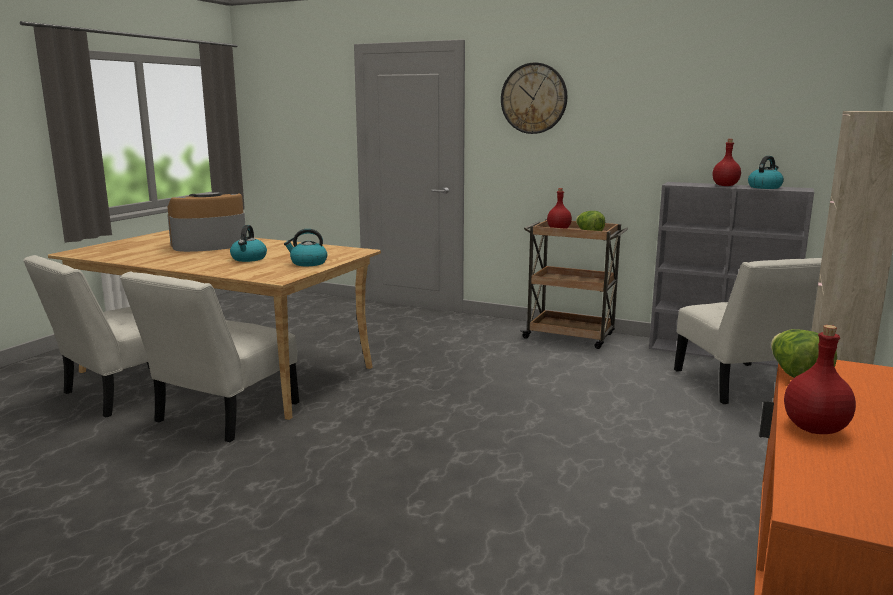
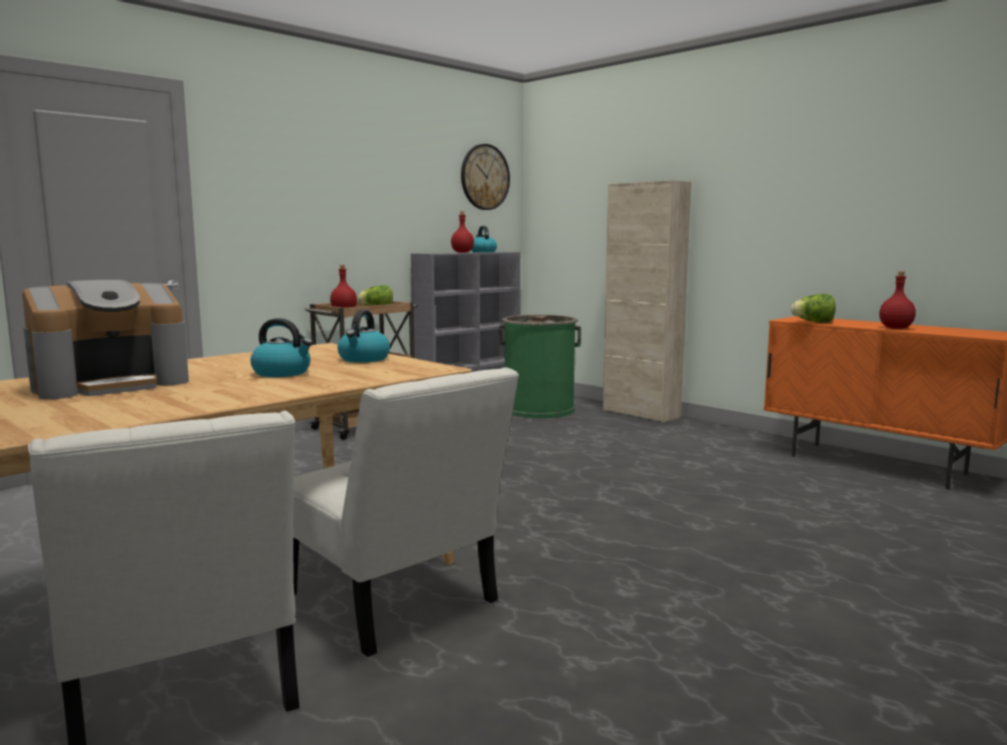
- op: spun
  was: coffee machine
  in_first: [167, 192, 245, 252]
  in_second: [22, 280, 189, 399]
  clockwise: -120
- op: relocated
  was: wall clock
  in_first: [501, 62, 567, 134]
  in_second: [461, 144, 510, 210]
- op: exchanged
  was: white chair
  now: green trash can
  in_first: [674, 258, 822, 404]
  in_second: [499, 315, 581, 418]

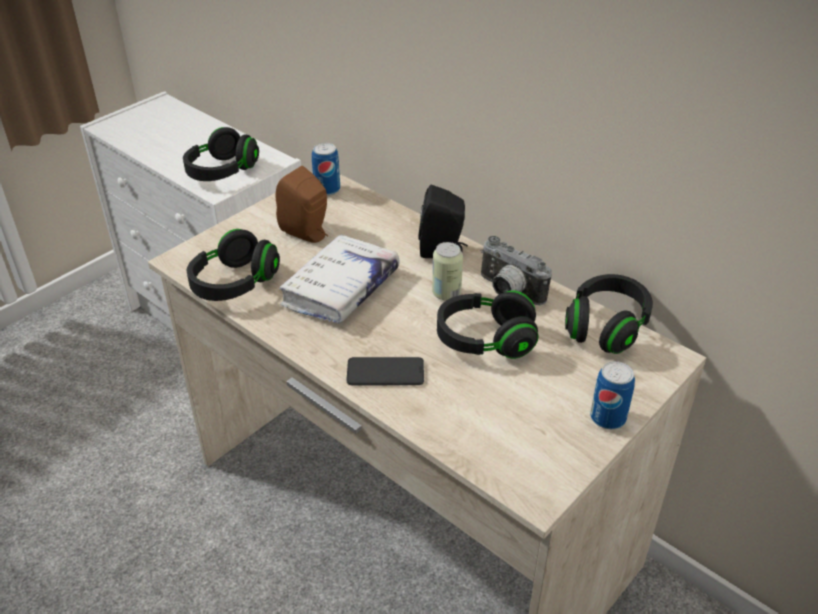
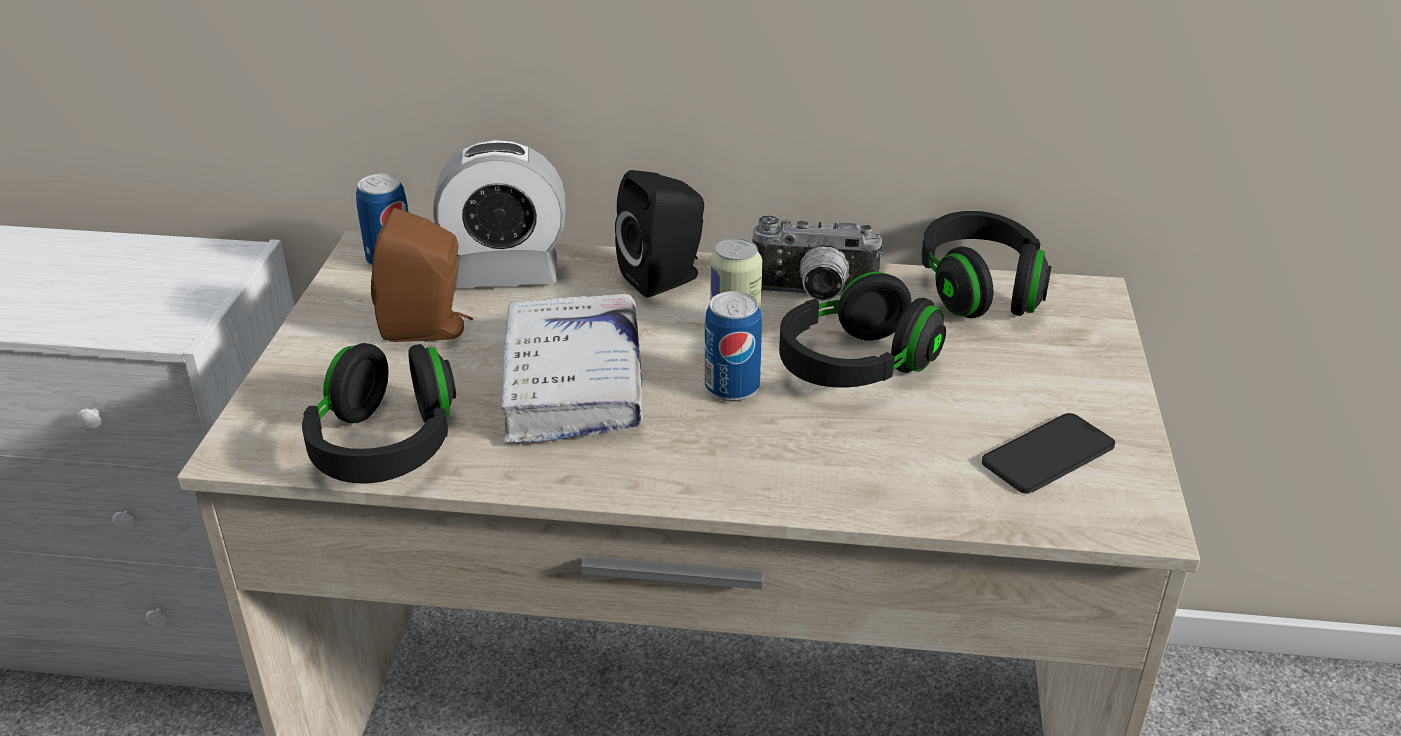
- op: missing
  was: black headphones
  in_first: [183, 127, 259, 181]
- op: relocated
  was: phone
  in_first: [346, 357, 424, 385]
  in_second: [982, 413, 1115, 494]
- op: relocated
  was: can
  in_first: [590, 361, 635, 430]
  in_second: [705, 291, 762, 401]
- op: appeared
  now: alarm clock
  in_second: [433, 140, 566, 288]

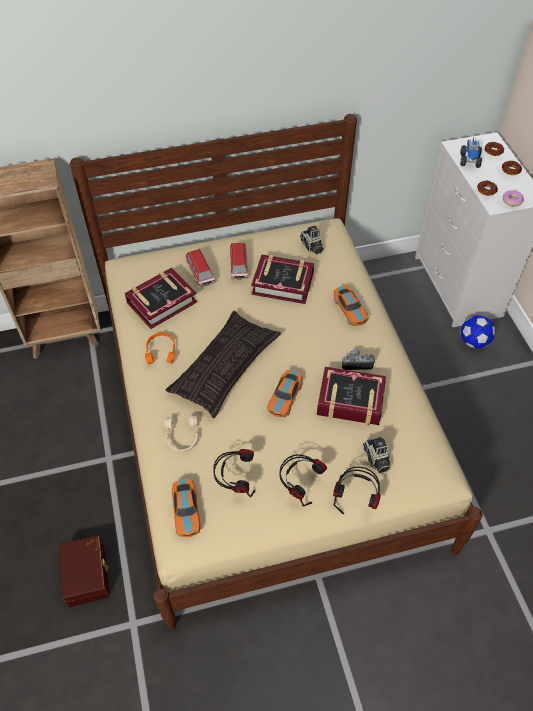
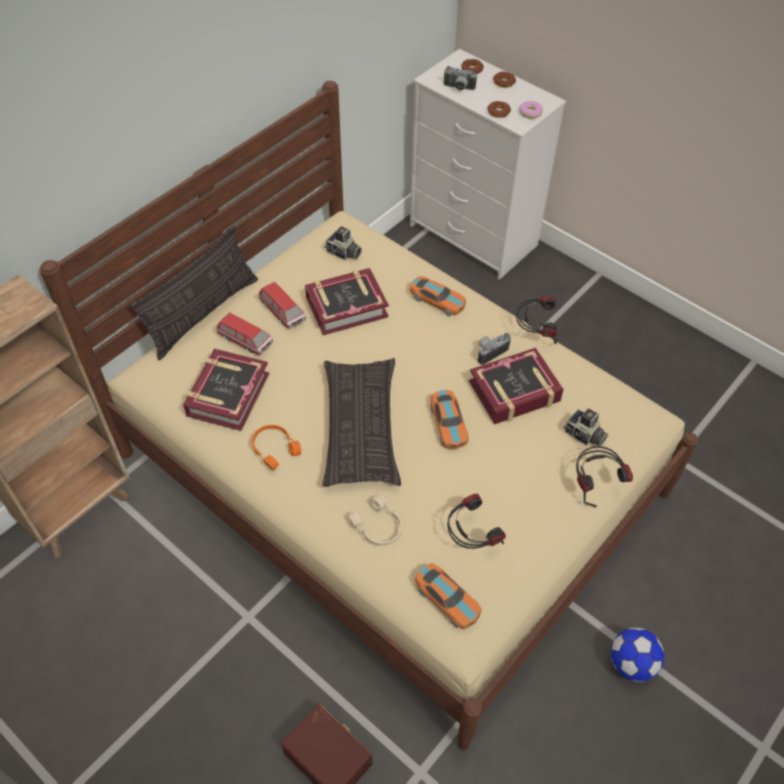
- op: relocated
  was: headphones
  in_first: [280, 454, 327, 506]
  in_second: [516, 296, 558, 344]
- op: exchanged
  was: toy truck
  now: photo camera
  in_first: [460, 138, 482, 168]
  in_second: [443, 66, 477, 90]
- op: relocated
  was: football
  in_first: [461, 315, 495, 349]
  in_second: [611, 628, 664, 682]
- op: appeared
  now: pillow
  in_second: [130, 225, 258, 360]

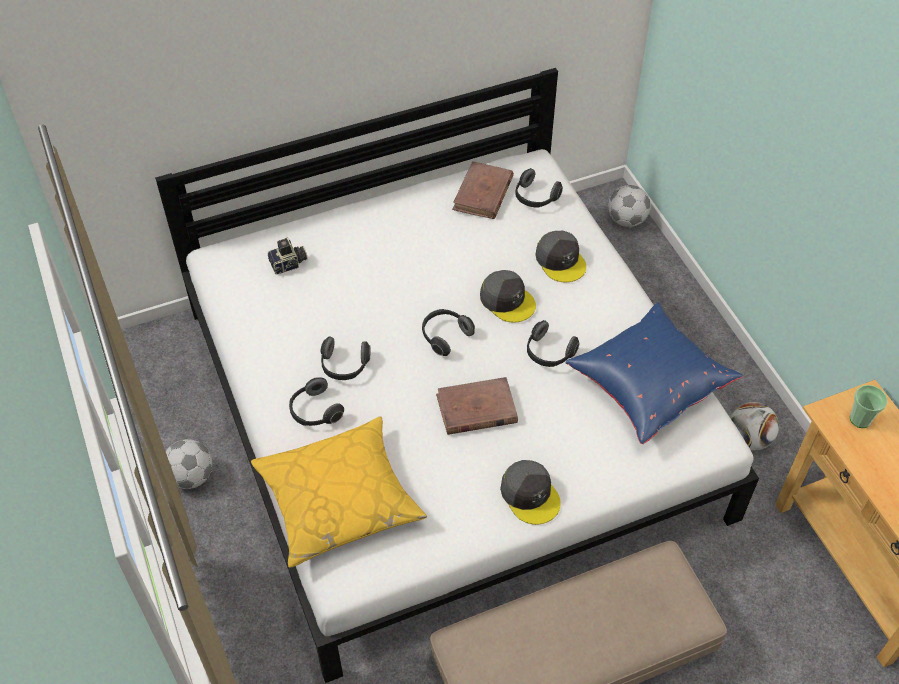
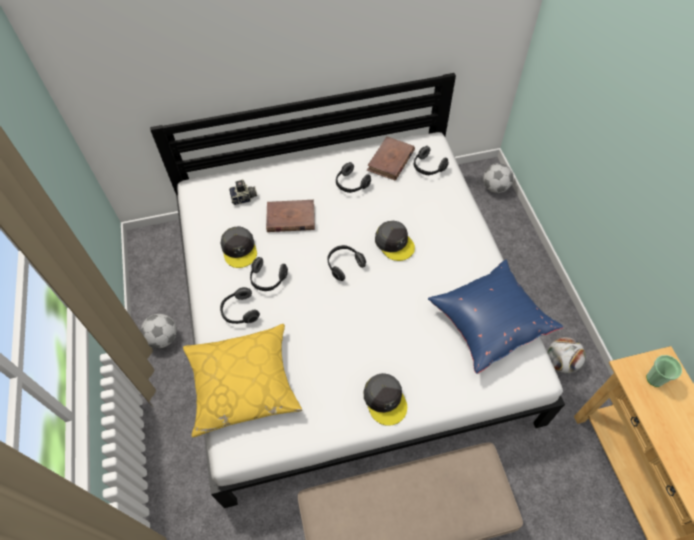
- op: relocated
  was: brown book
  in_first: [436, 377, 518, 435]
  in_second: [266, 200, 315, 232]
- op: relocated
  was: headphones
  in_first: [527, 320, 580, 367]
  in_second: [336, 162, 371, 193]
- op: relocated
  was: grey cap
  in_first: [535, 231, 586, 282]
  in_second: [220, 226, 257, 268]

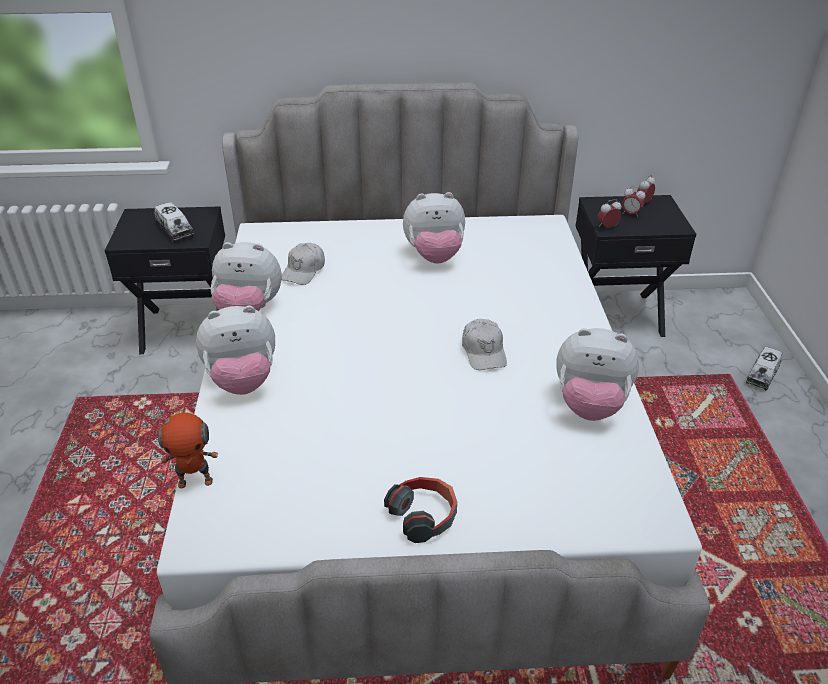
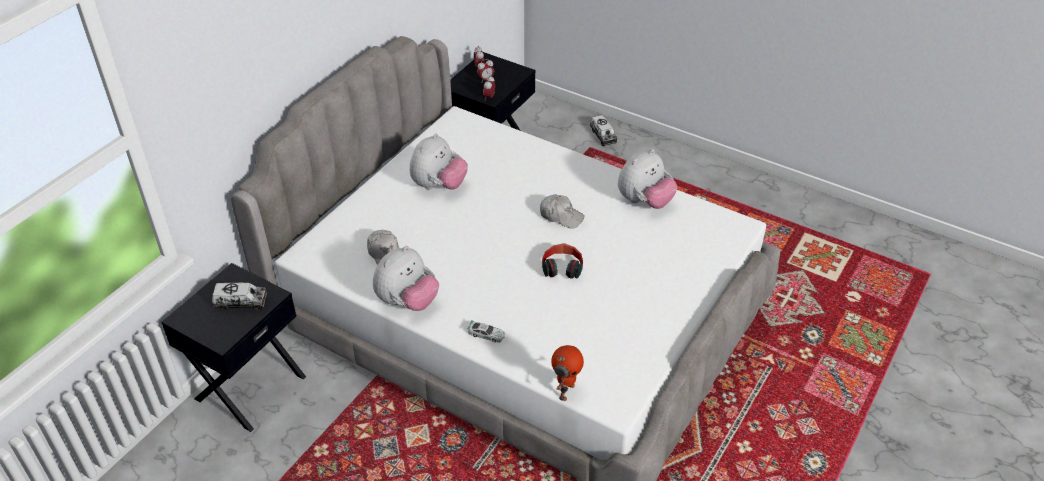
- op: exchanged
  was: plush toy
  now: toy car
  in_first: [196, 305, 275, 395]
  in_second: [467, 320, 505, 343]
- op: relocated
  was: headphones
  in_first: [384, 477, 457, 543]
  in_second: [542, 243, 583, 279]

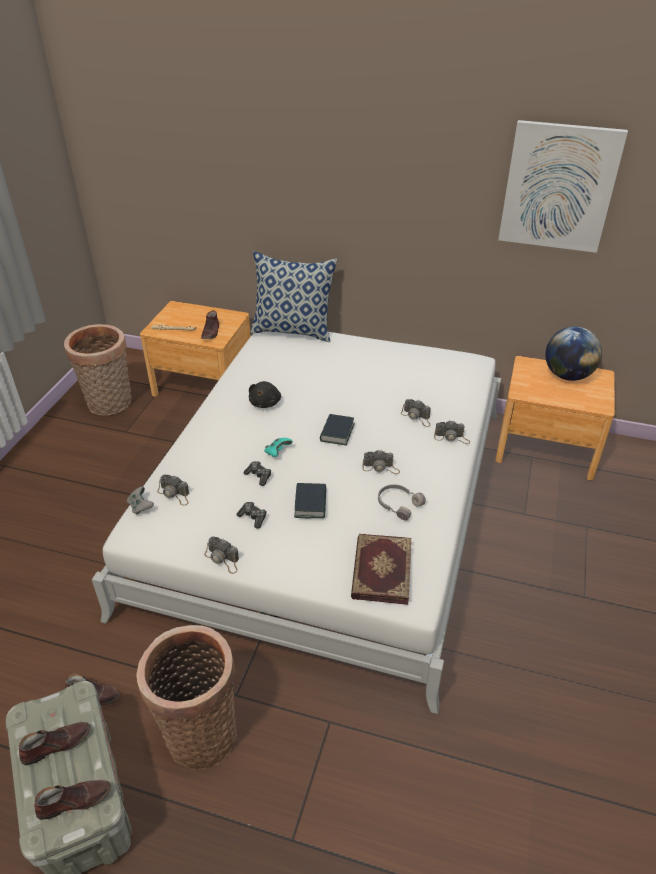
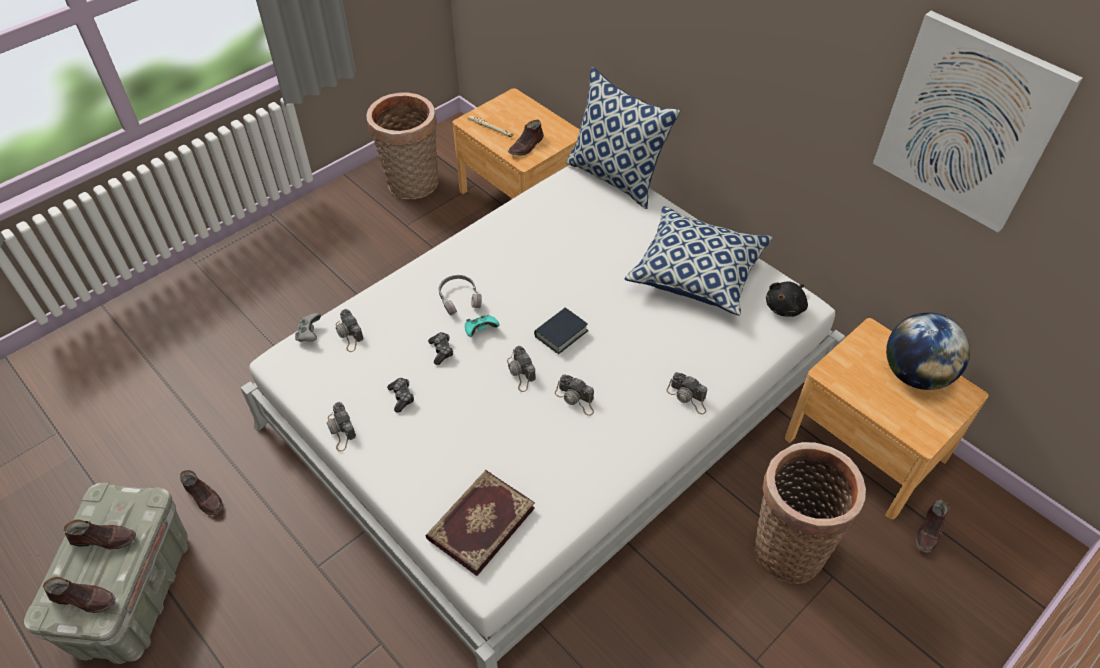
- op: relocated
  was: basket
  in_first: [136, 625, 237, 771]
  in_second: [754, 442, 866, 584]
- op: relocated
  was: black plush toy
  in_first: [249, 381, 281, 408]
  in_second: [766, 281, 808, 317]
- op: missing
  was: book
  in_first: [294, 483, 326, 518]
- op: relocated
  was: grey headphones
  in_first: [378, 484, 426, 520]
  in_second: [439, 275, 482, 316]
- op: relocated
  was: photo camera
  in_first: [401, 399, 431, 427]
  in_second: [507, 345, 536, 392]
- op: appeared
  now: pillow
  in_second: [624, 206, 772, 316]
- op: appeared
  now: brown shoe
  in_second: [915, 499, 949, 553]

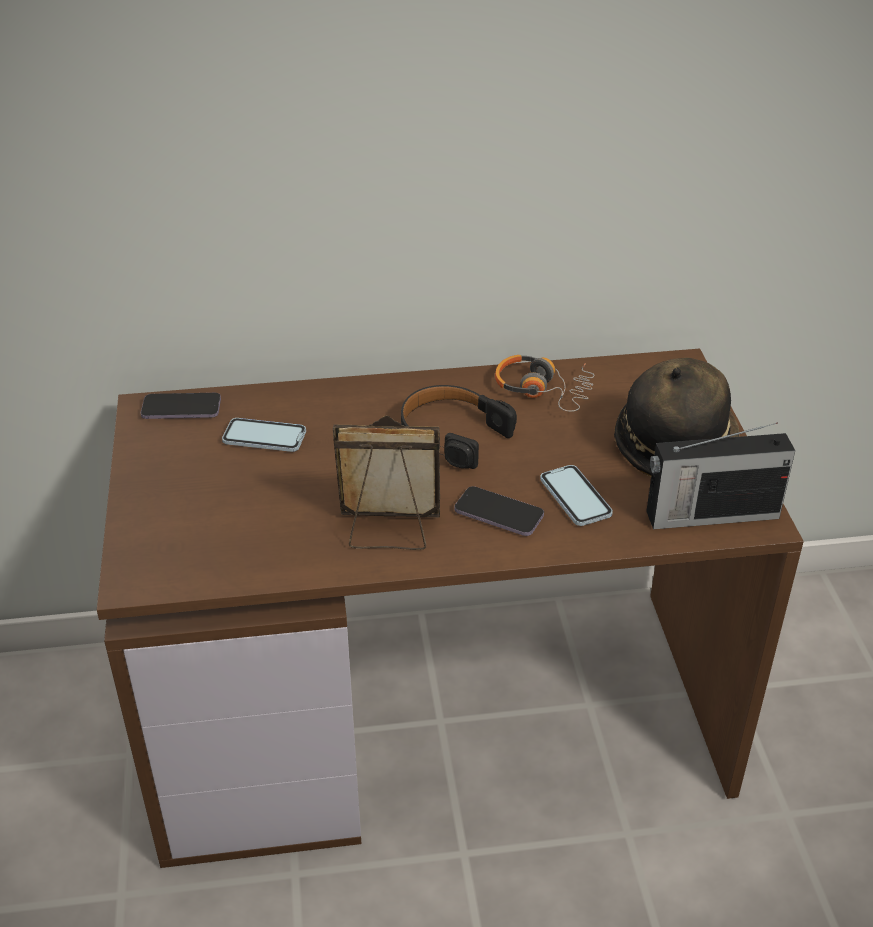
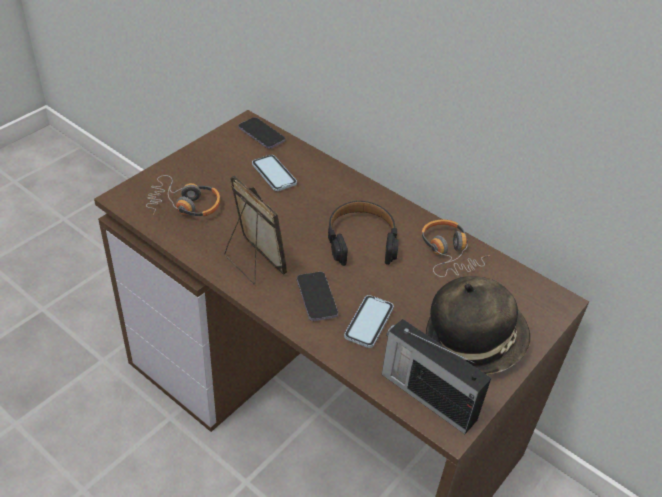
- op: appeared
  now: headphones
  in_second: [146, 175, 220, 217]

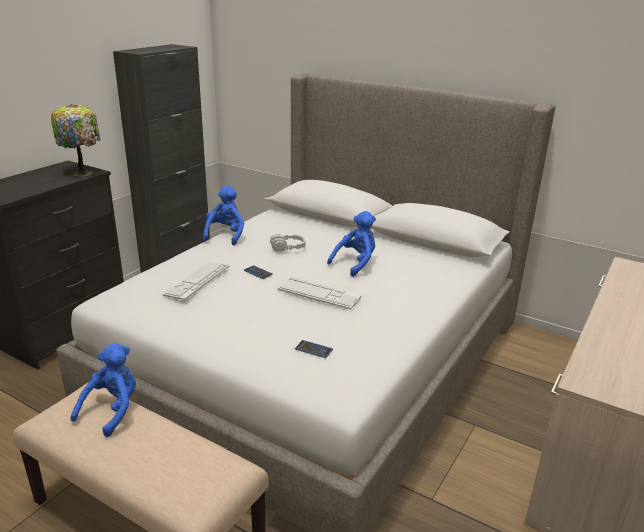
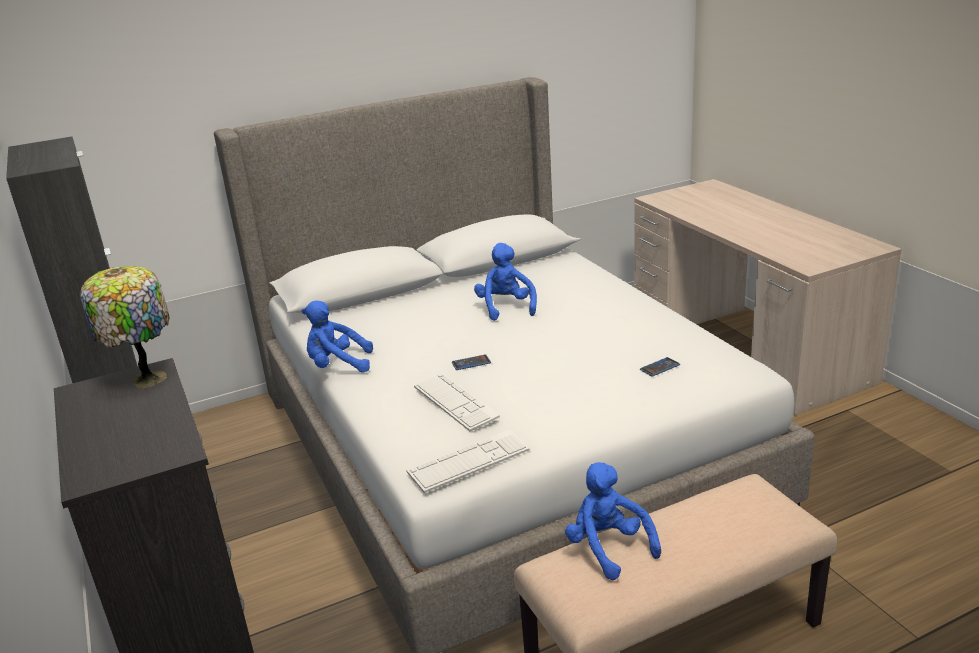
- op: spun
  was: blue plush toy
  in_first: [203, 185, 244, 245]
  in_second: [302, 301, 373, 373]
  clockwise: -45
- op: missing
  was: grey headphones
  in_first: [270, 234, 305, 252]
- op: relocated
  was: keyboard
  in_first: [278, 277, 362, 310]
  in_second: [406, 429, 530, 493]

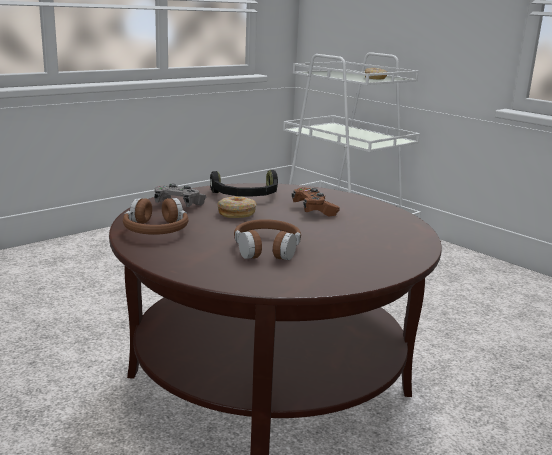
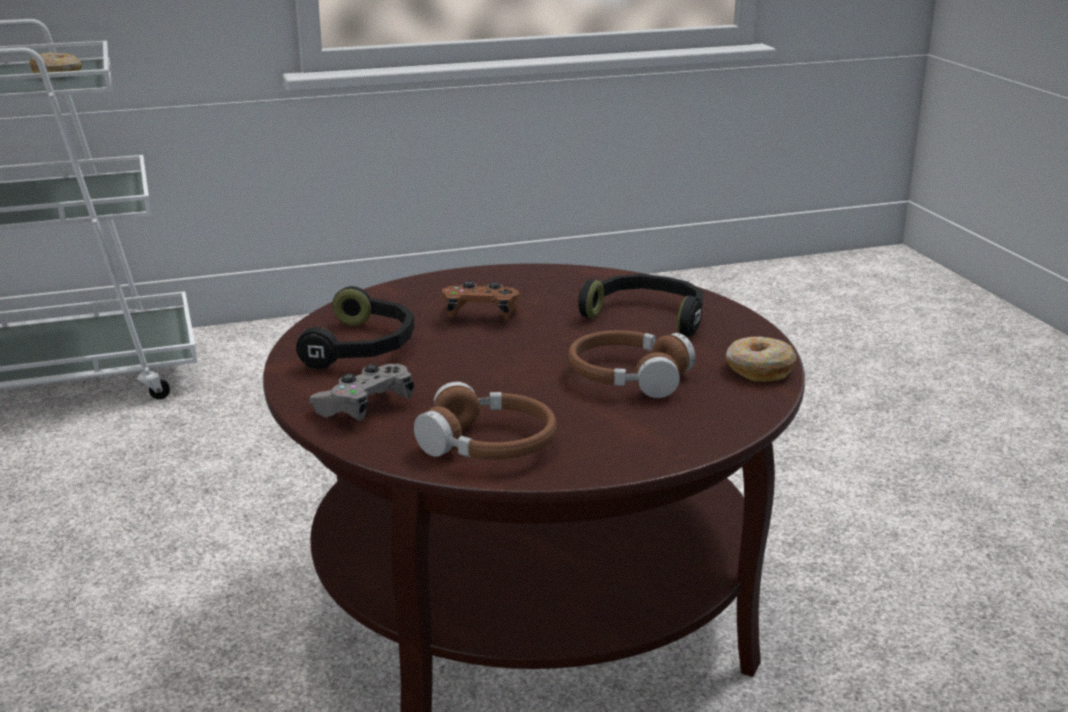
- op: relocated
  was: donut
  in_first: [217, 196, 257, 218]
  in_second: [726, 337, 797, 381]
- op: appeared
  now: black headphones
  in_second: [578, 274, 703, 336]

